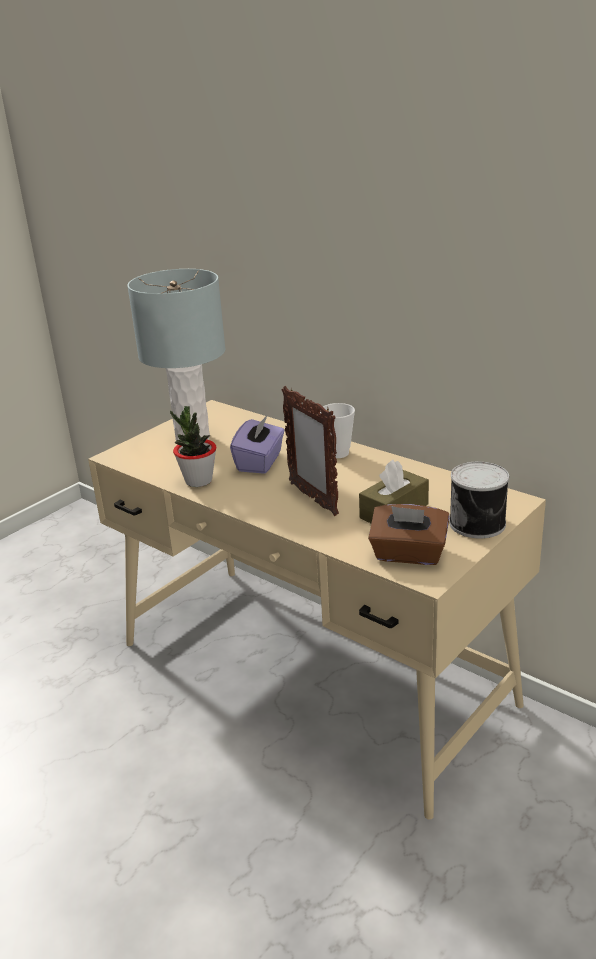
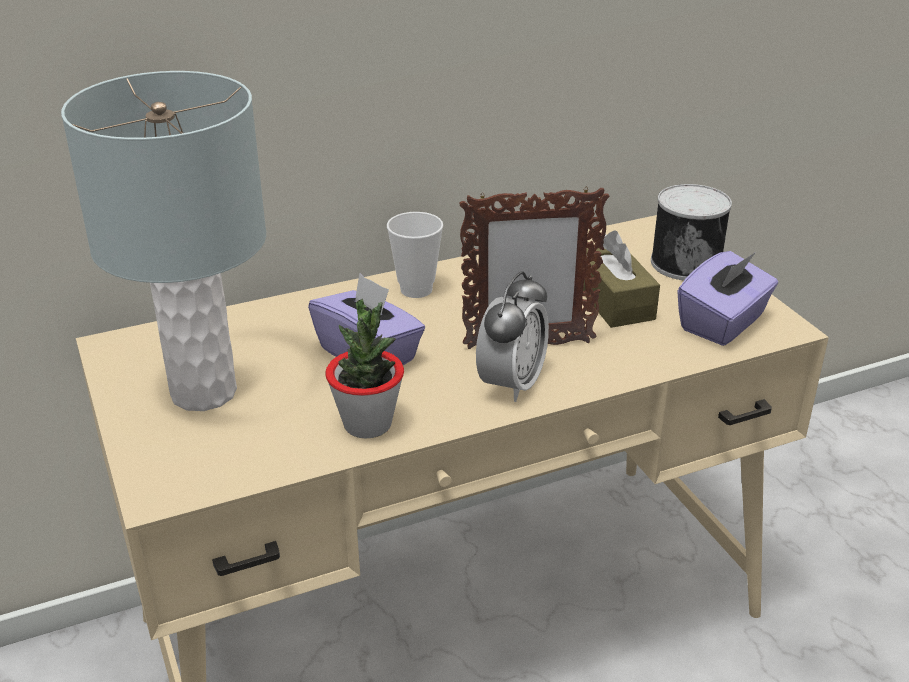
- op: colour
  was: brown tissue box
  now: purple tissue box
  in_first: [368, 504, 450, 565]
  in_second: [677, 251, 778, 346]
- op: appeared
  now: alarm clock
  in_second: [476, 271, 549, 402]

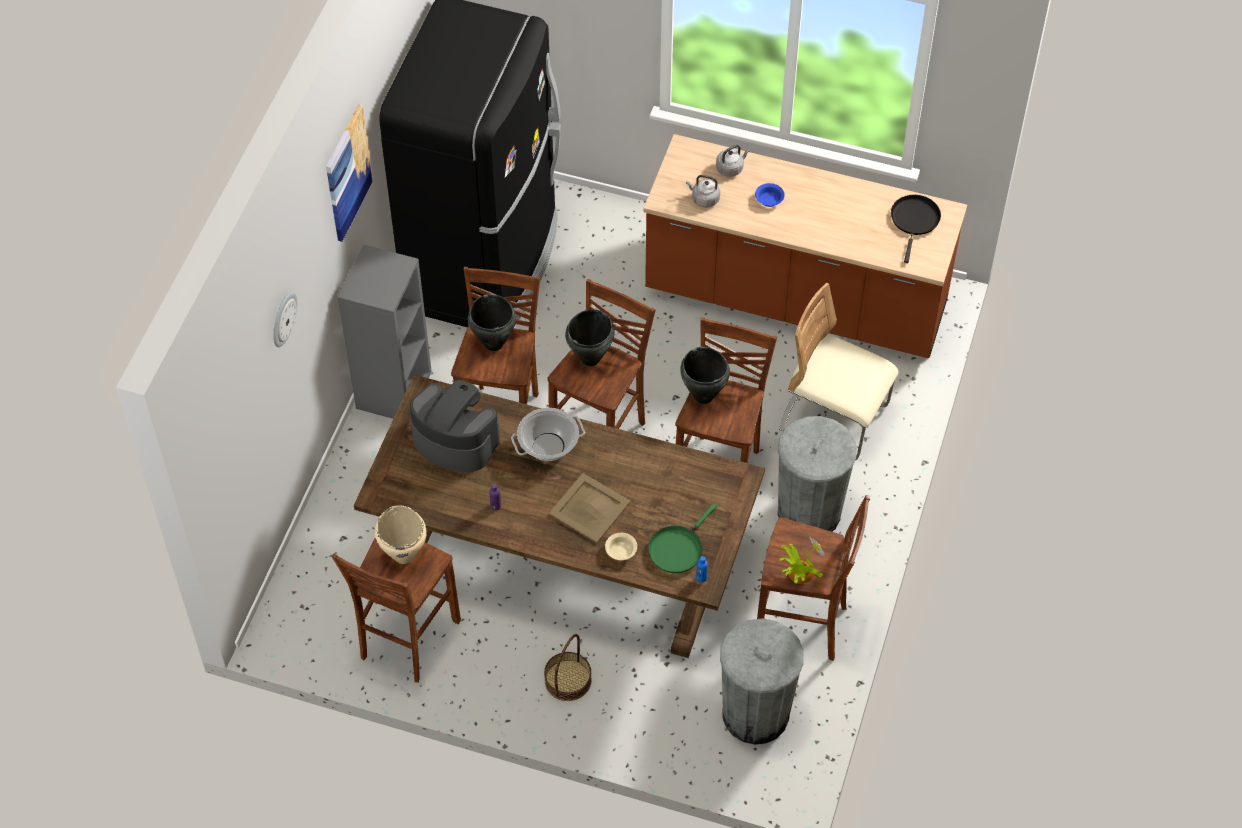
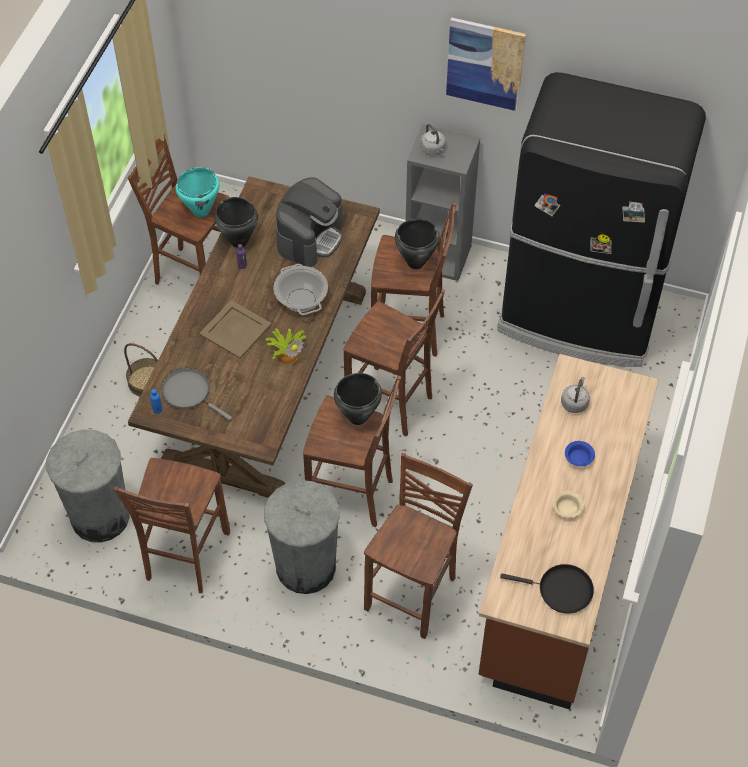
- op: missing
  was: wall clock
  in_first: [273, 292, 297, 347]
- op: colour
  was: beige cooking pot
  now: turquoise cooking pot
  in_first: [375, 505, 427, 564]
  in_second: [176, 167, 219, 217]
- op: relocated
  was: black cooking pot
  in_first: [565, 309, 614, 366]
  in_second: [214, 197, 258, 248]
- op: relocated
  was: beige bowl
  in_first: [605, 533, 637, 560]
  in_second: [553, 491, 584, 518]
- op: colour
  was: green frying pan
  now: grey frying pan
  in_first: [648, 503, 717, 573]
  in_second: [161, 368, 232, 421]
- op: relocated
  was: grey kettle
  in_first: [716, 145, 750, 177]
  in_second: [420, 124, 446, 156]
- op: exchanged
  was: beige chair
  now: brown stool
  in_first: [779, 283, 899, 460]
  in_second: [364, 453, 473, 639]
- op: relocated
  was: potted plant
  in_first: [780, 535, 825, 584]
  in_second: [265, 328, 306, 364]

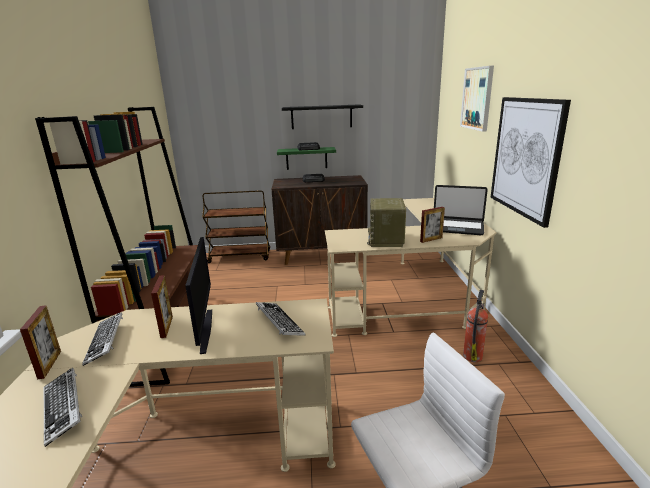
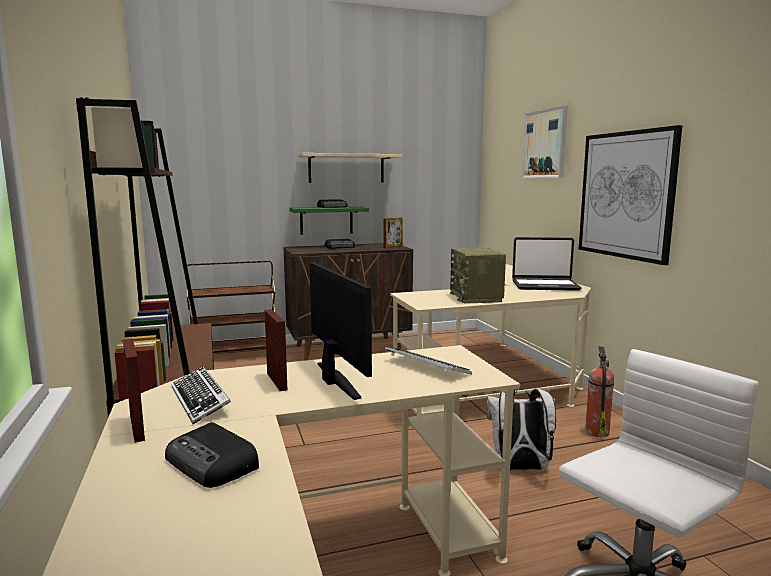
- op: exchanged
  was: keyboard
  now: radio
  in_first: [44, 368, 82, 447]
  in_second: [165, 422, 259, 488]
- op: colour
  was: black shelf
  now: beige shelf
  in_first: [282, 104, 363, 129]
  in_second: [298, 153, 402, 183]
- op: relocated
  was: picture frame
  in_first: [420, 207, 445, 243]
  in_second: [384, 218, 403, 248]
- op: appeared
  now: white backpack
  in_second: [486, 389, 556, 470]

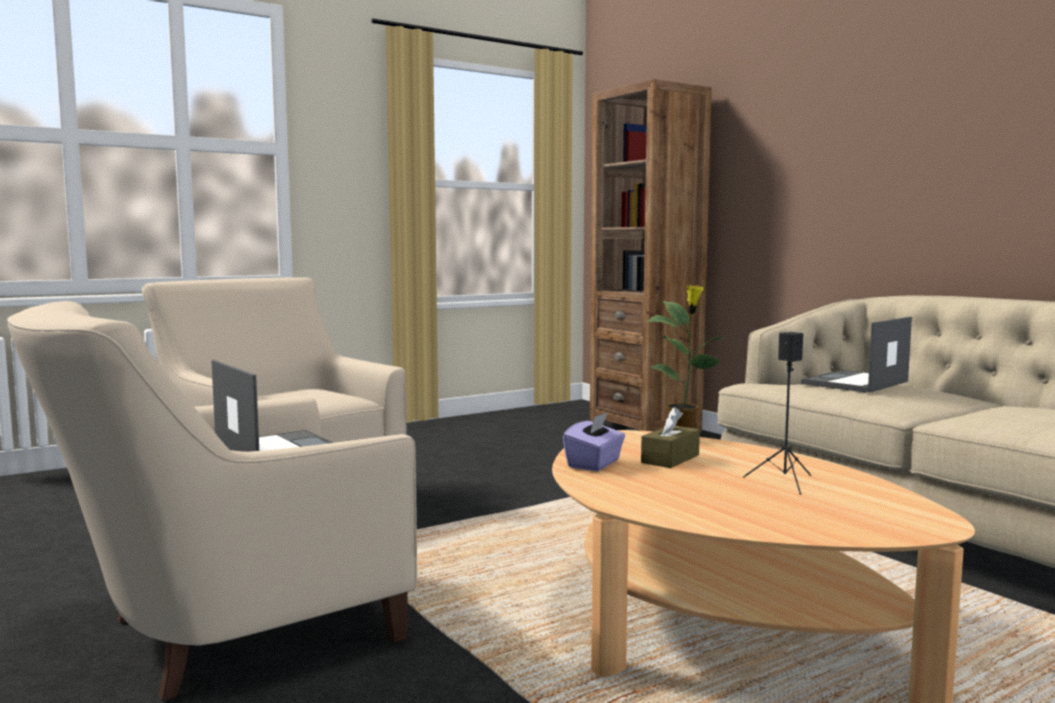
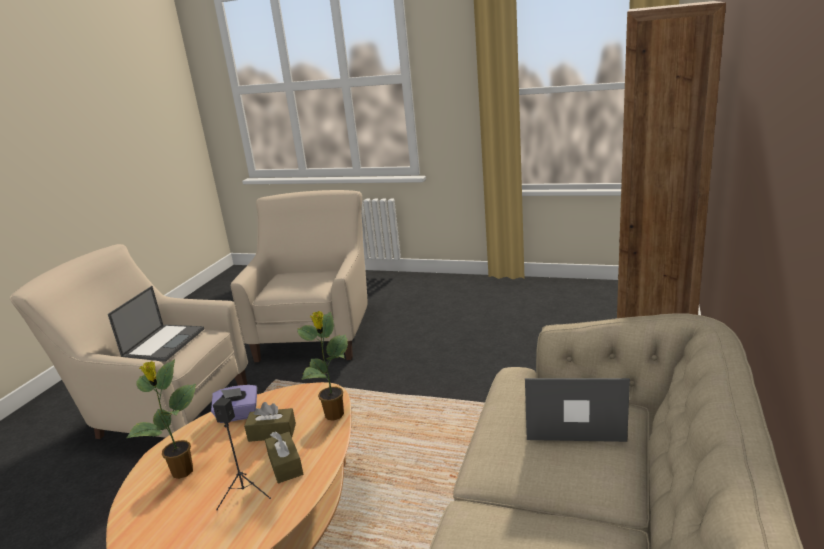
- op: appeared
  now: potted plant
  in_second: [126, 359, 196, 479]
- op: appeared
  now: brown tissue box
  in_second: [265, 432, 303, 484]

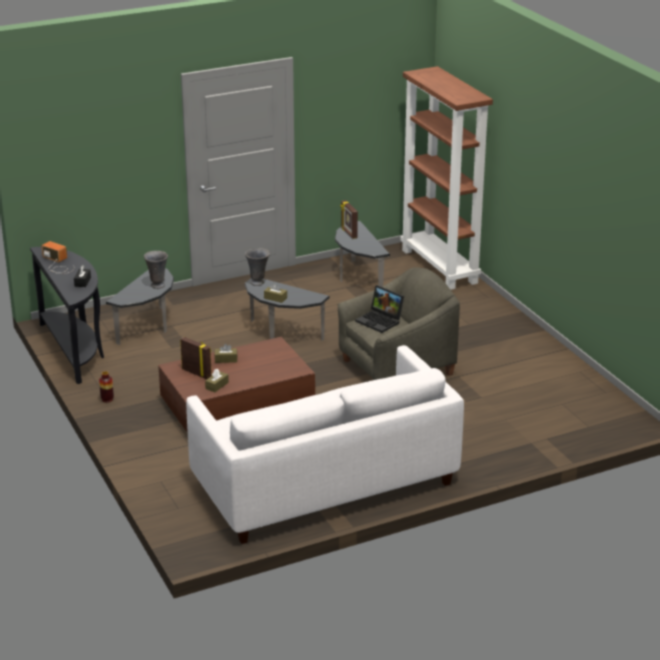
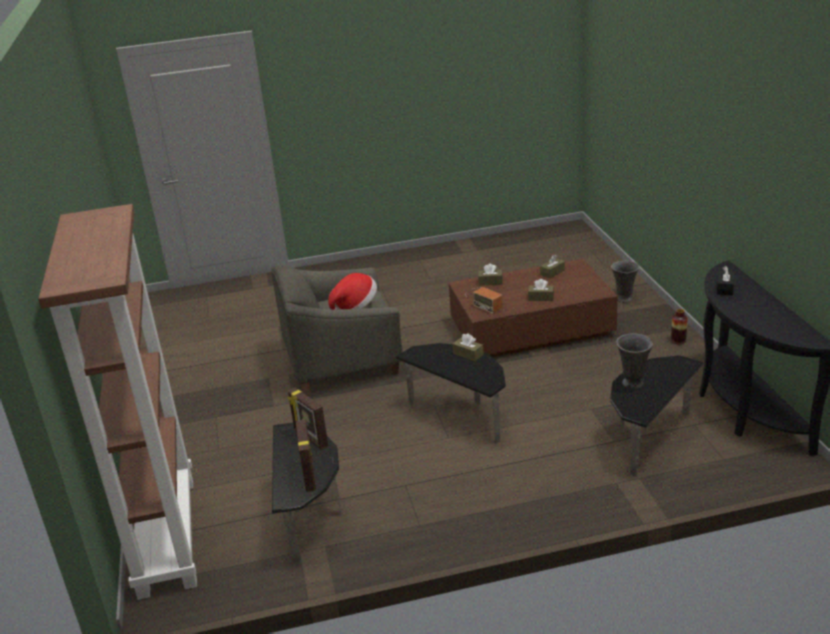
- op: relocated
  was: radio
  in_first: [41, 241, 75, 274]
  in_second: [465, 287, 503, 314]
- op: relocated
  was: picture frame
  in_first: [180, 337, 212, 379]
  in_second: [287, 388, 328, 450]
- op: missing
  was: white sofa
  in_first: [186, 345, 464, 544]
- op: relocated
  was: grey vase
  in_first: [245, 248, 270, 286]
  in_second: [611, 261, 639, 303]
- op: exchanged
  was: laptop
  now: hat
  in_first: [355, 285, 404, 333]
  in_second: [328, 273, 377, 310]
- op: appeared
  now: brown tissue box
  in_second: [478, 263, 503, 286]

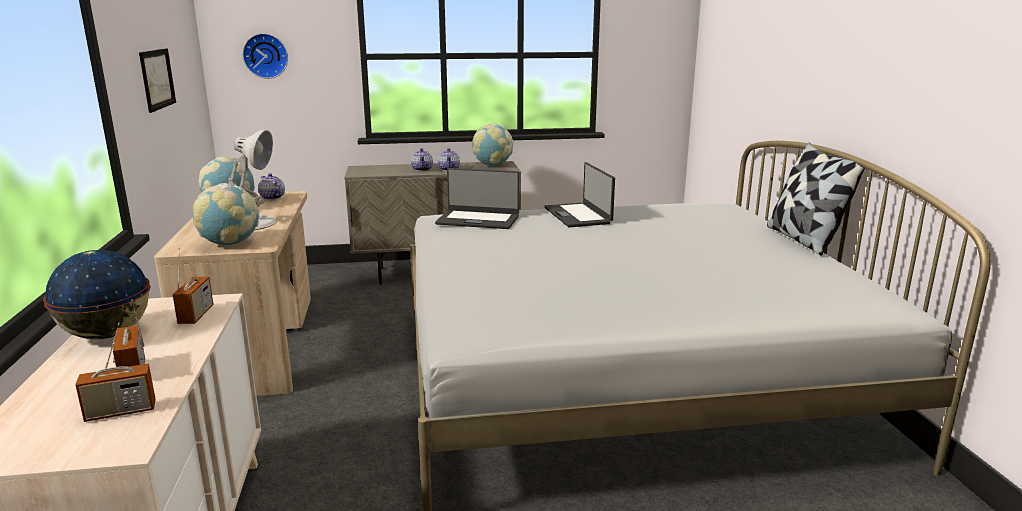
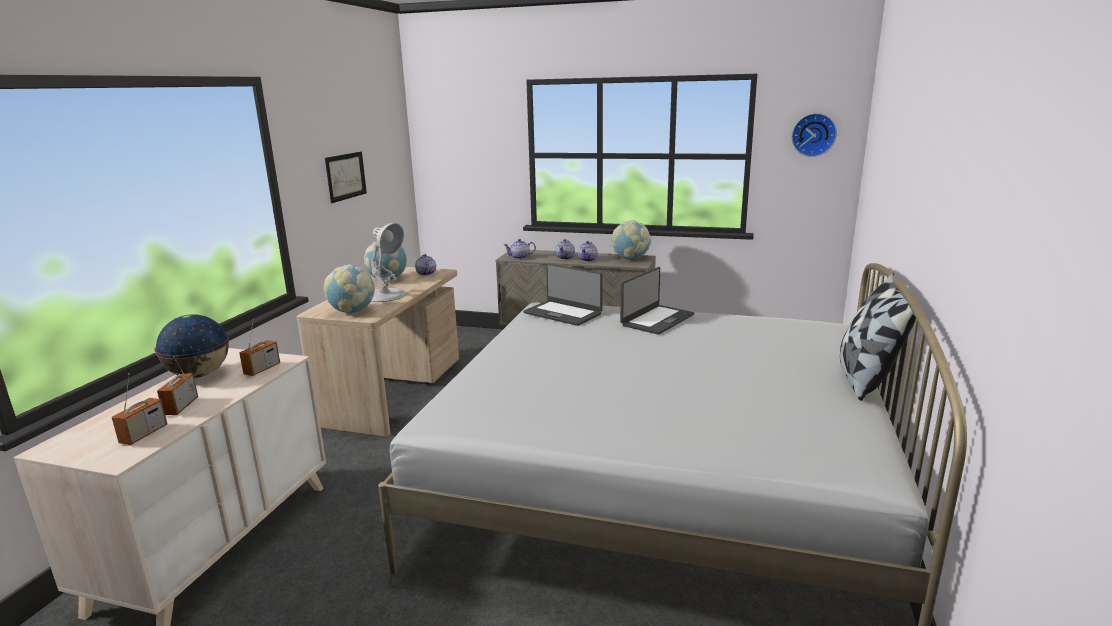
- op: spun
  was: radio
  in_first: [75, 323, 156, 422]
  in_second: [112, 373, 167, 445]
  clockwise: -75
- op: relocated
  was: wall clock
  in_first: [243, 33, 288, 79]
  in_second: [791, 113, 837, 157]
- op: spun
  was: laptop
  in_first: [545, 162, 615, 227]
  in_second: [620, 267, 694, 335]
  clockwise: -150
- op: appeared
  now: teapot
  in_second: [504, 239, 536, 259]

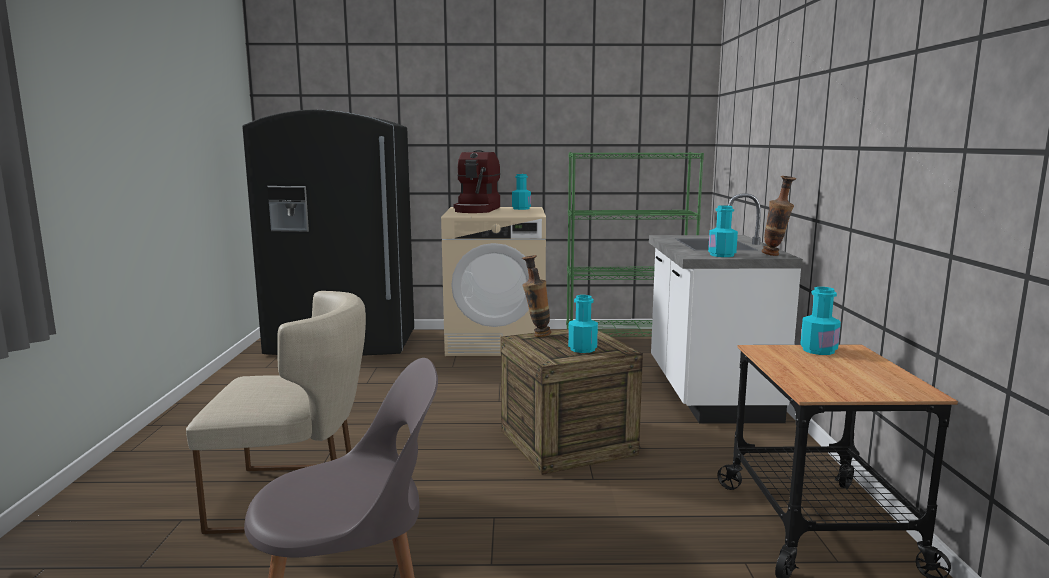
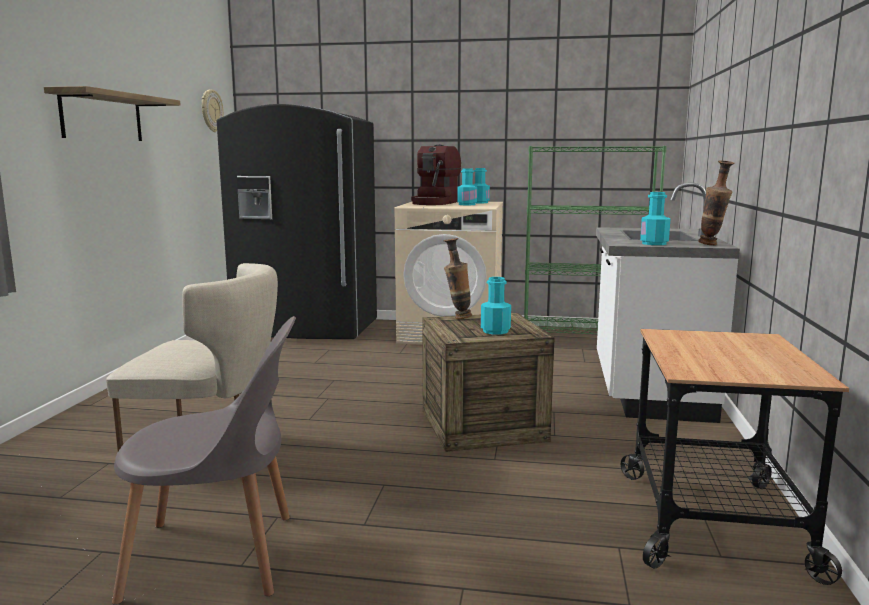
- op: relocated
  was: turquoise bottle
  in_first: [800, 287, 841, 355]
  in_second: [457, 169, 477, 205]
- op: appeared
  now: shelf
  in_second: [44, 86, 180, 141]
- op: appeared
  now: wall clock
  in_second: [202, 89, 224, 132]

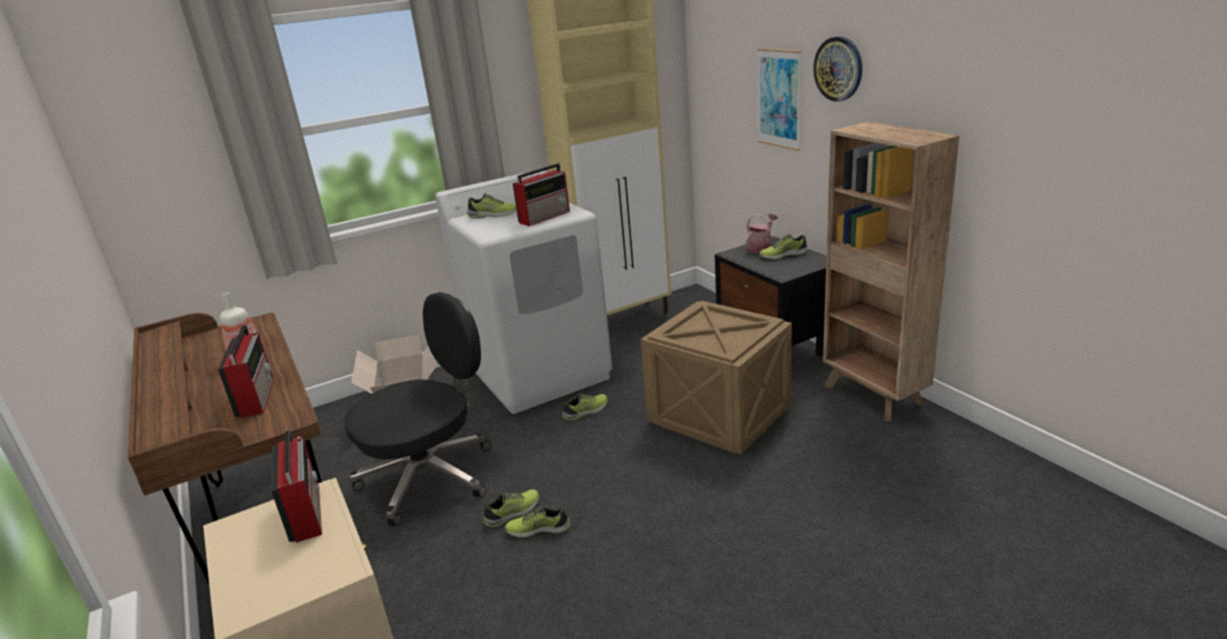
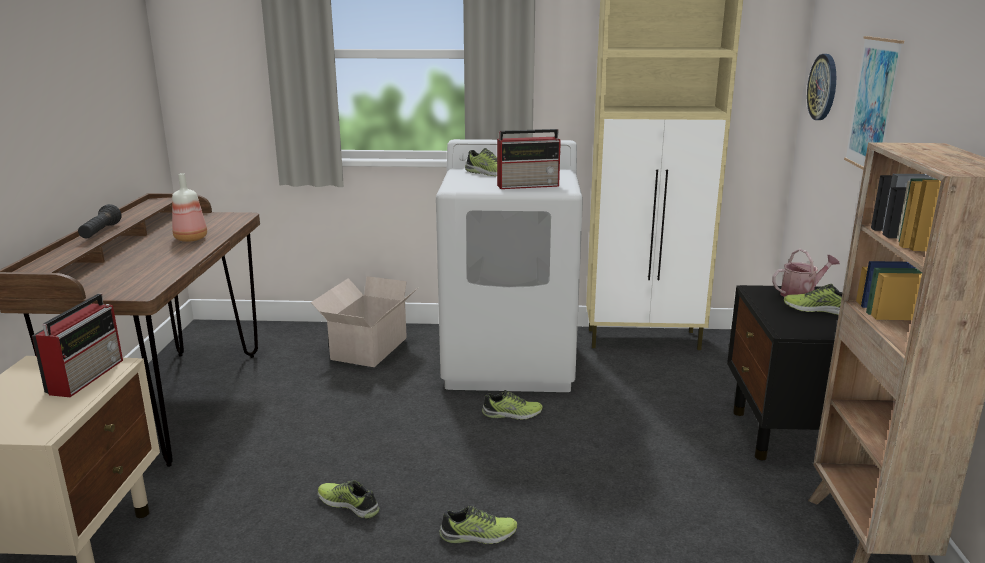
- op: missing
  was: radio
  in_first: [218, 325, 274, 418]
- op: missing
  was: black office chair
  in_first: [344, 292, 492, 526]
- op: relocated
  was: shoe
  in_first: [484, 489, 539, 528]
  in_second: [439, 506, 517, 544]
- op: missing
  was: crate
  in_first: [641, 301, 792, 455]
- op: relocated
  was: wall clock
  in_first: [813, 36, 862, 102]
  in_second: [807, 54, 836, 120]
- op: appeared
  now: black flashlight
  in_second: [78, 204, 121, 239]

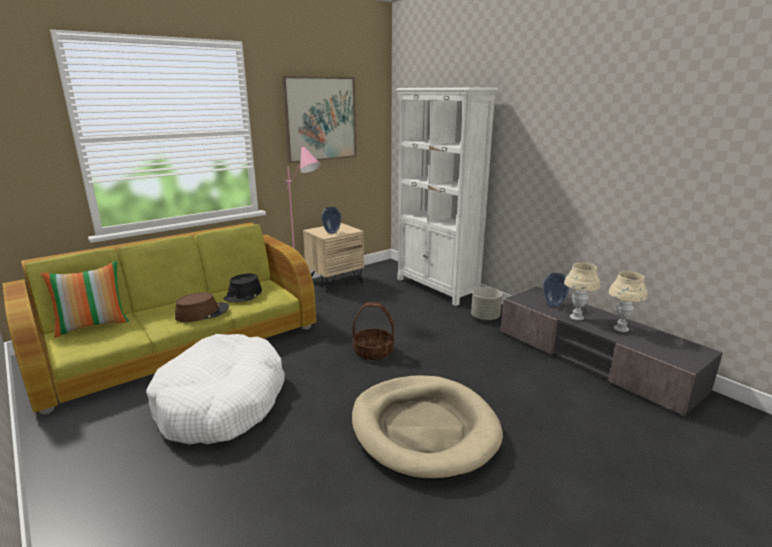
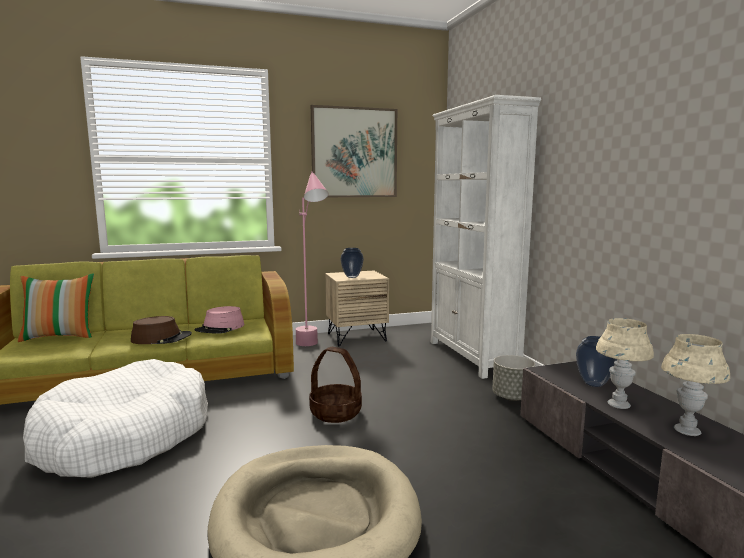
- op: colour
  was: black hat
  now: pink hat
  in_first: [223, 274, 262, 302]
  in_second: [195, 306, 244, 334]

